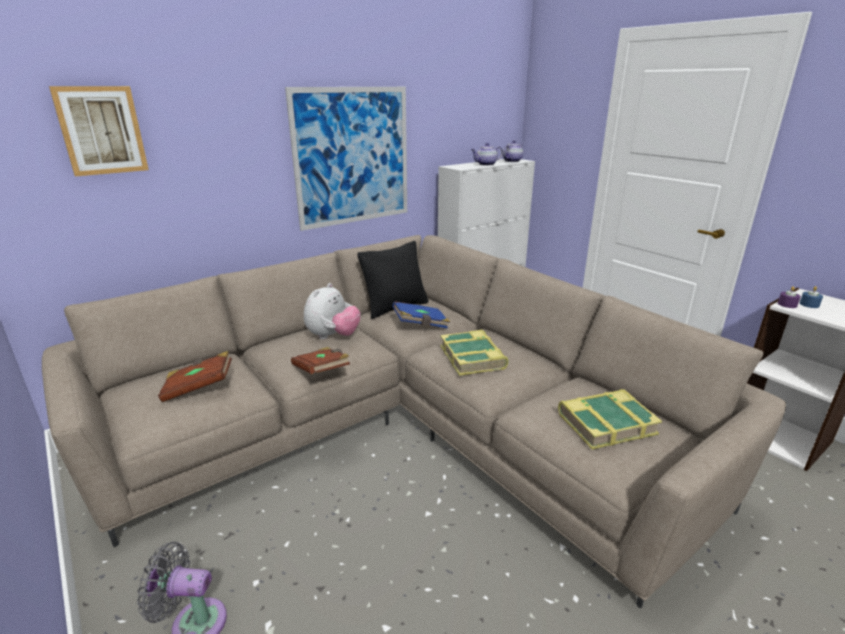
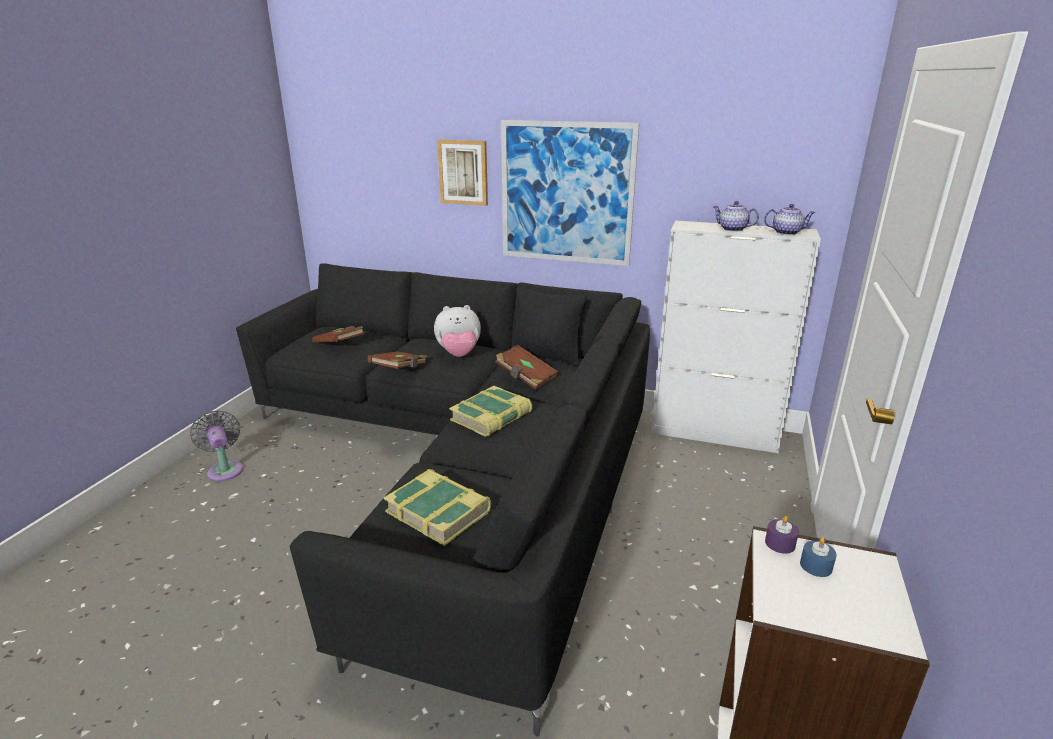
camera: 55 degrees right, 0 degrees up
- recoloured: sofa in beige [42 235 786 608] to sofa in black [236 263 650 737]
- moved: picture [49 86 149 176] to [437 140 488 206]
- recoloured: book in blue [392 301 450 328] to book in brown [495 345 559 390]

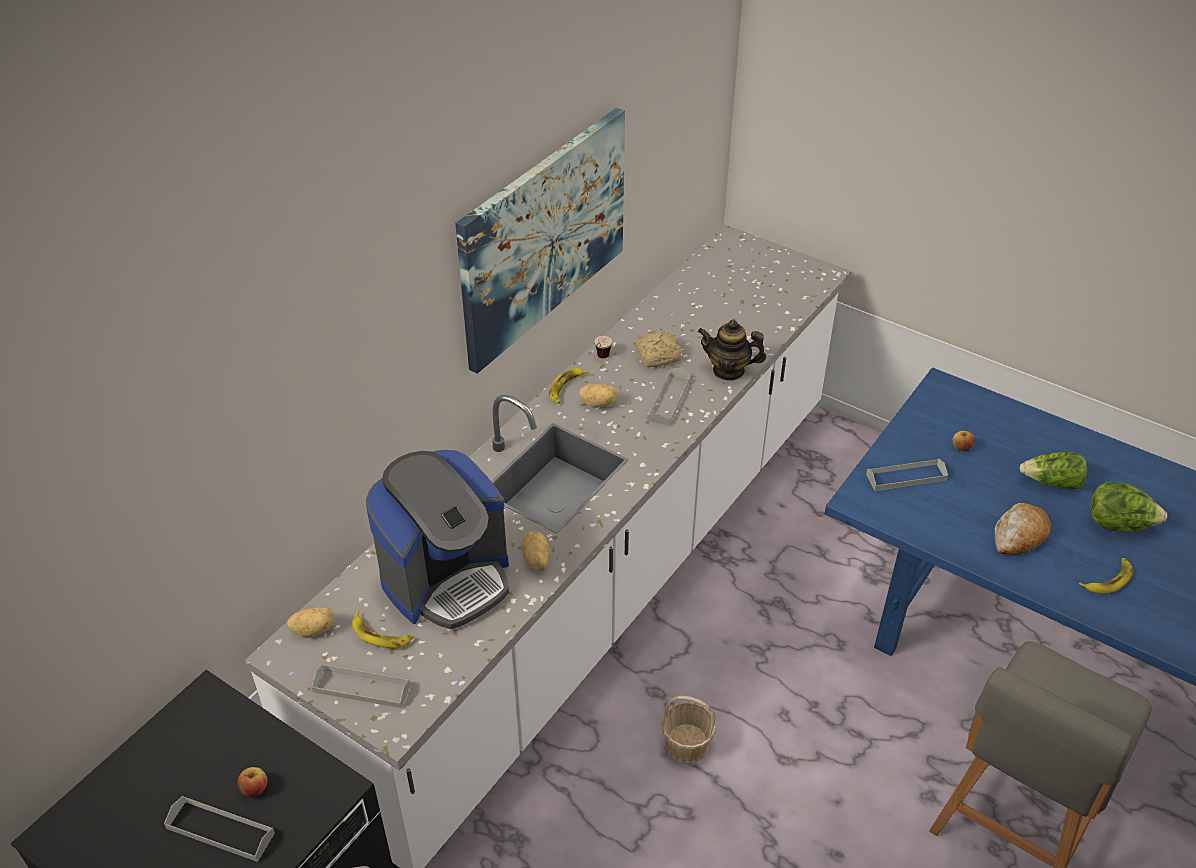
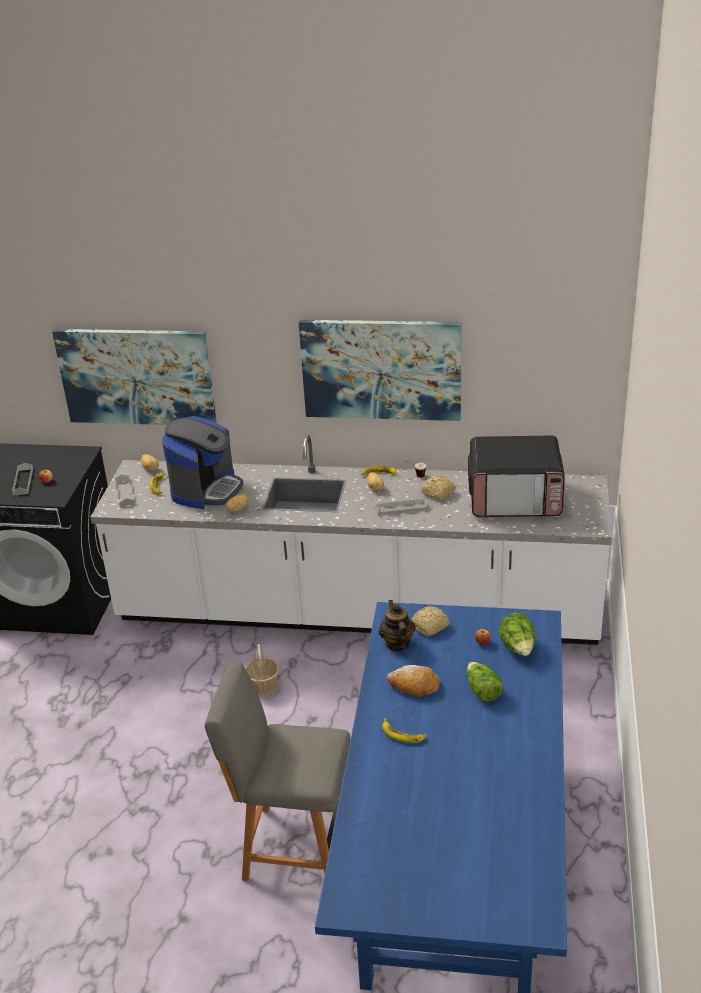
camera: 65 degrees right, 10 degrees down
- added: picture [52 329 217 425]
- turned: coffee machine [366 450 509 629] = [162 416 243 509] 90 degrees counterclockwise
- moved: teapot [698 320 766 381] to [379 600 415 651]
- replaced: tray in grey [866 459 948 491] to bread [411 606 449 636]
- added: microwave [468 436 565 517]
- moved: lettuce [1090 482 1167 532] to [499 612 535 656]

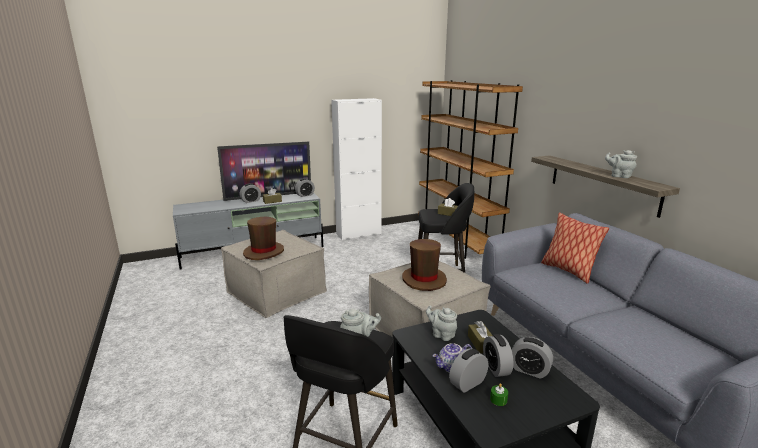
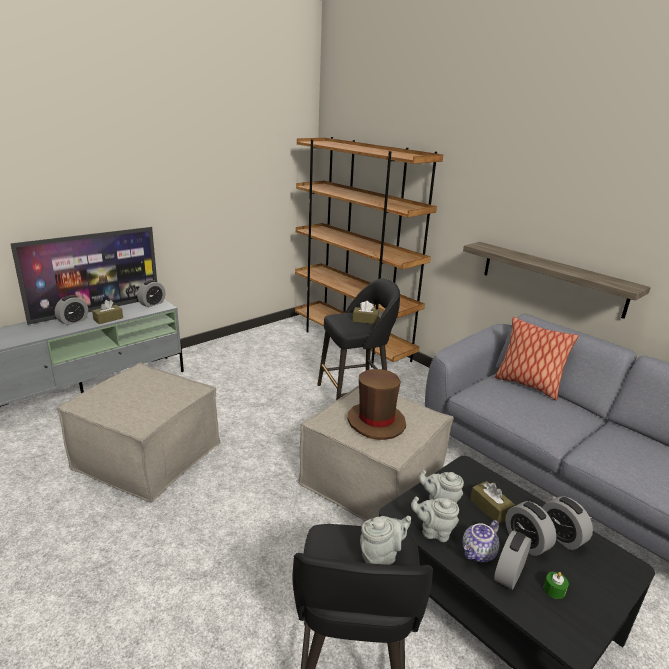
camera: 20 degrees left, 5 degrees up
- moved: teapot in grey [605 150 637 178] to [411 496 459 542]
- turned: alarm clock [512 337 553 379] = [542 496 593 550] 45 degrees clockwise
- removed: hat in brown [243 216 284 260]
- removed: cabinet in white [331 98 382 240]

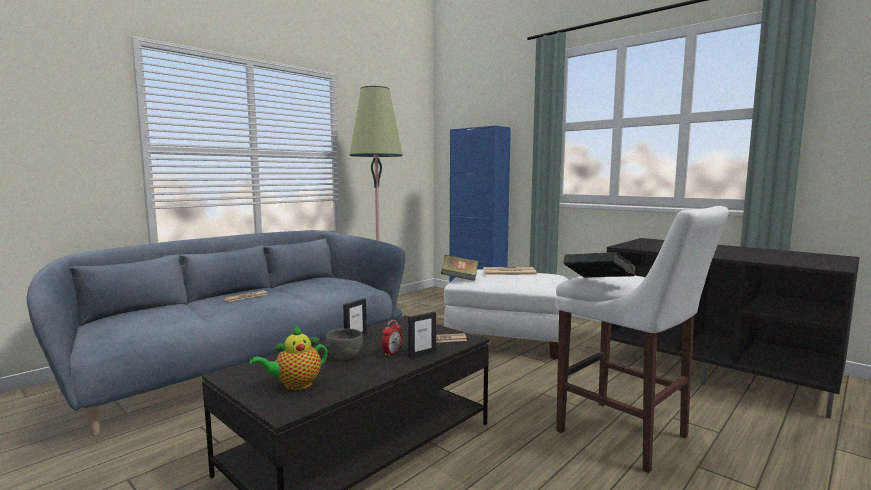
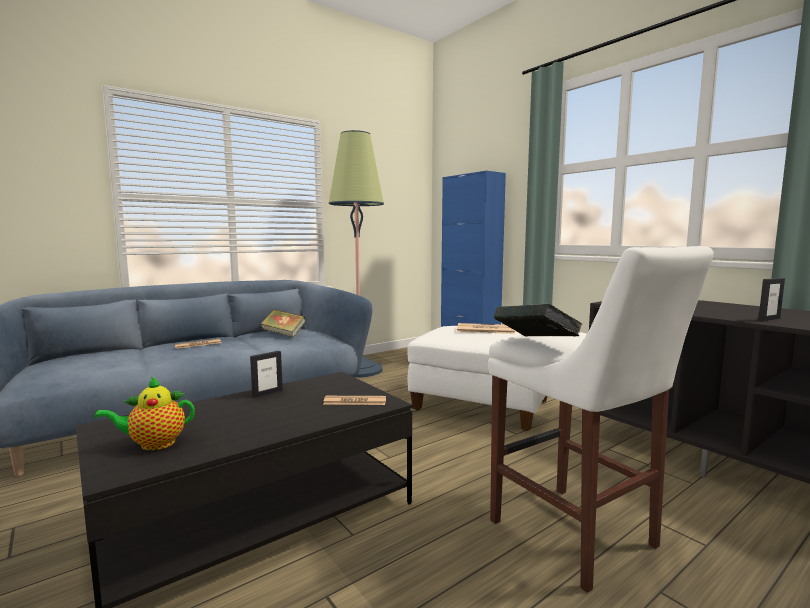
camera: 10 degrees right, 0 degrees up
- moved: book [441 255 478 281] to [261 309 306 337]
- moved: picture frame [408 312 436 358] to [758 278 785 321]
- removed: bowl in grey [325 328 363 359]
- removed: alarm clock [382 320 402 357]

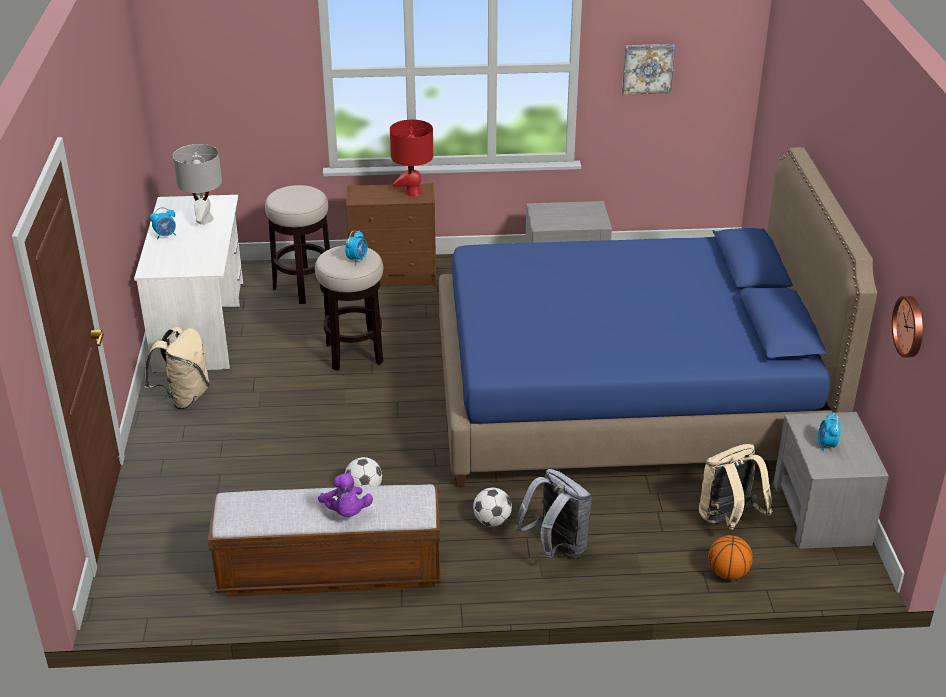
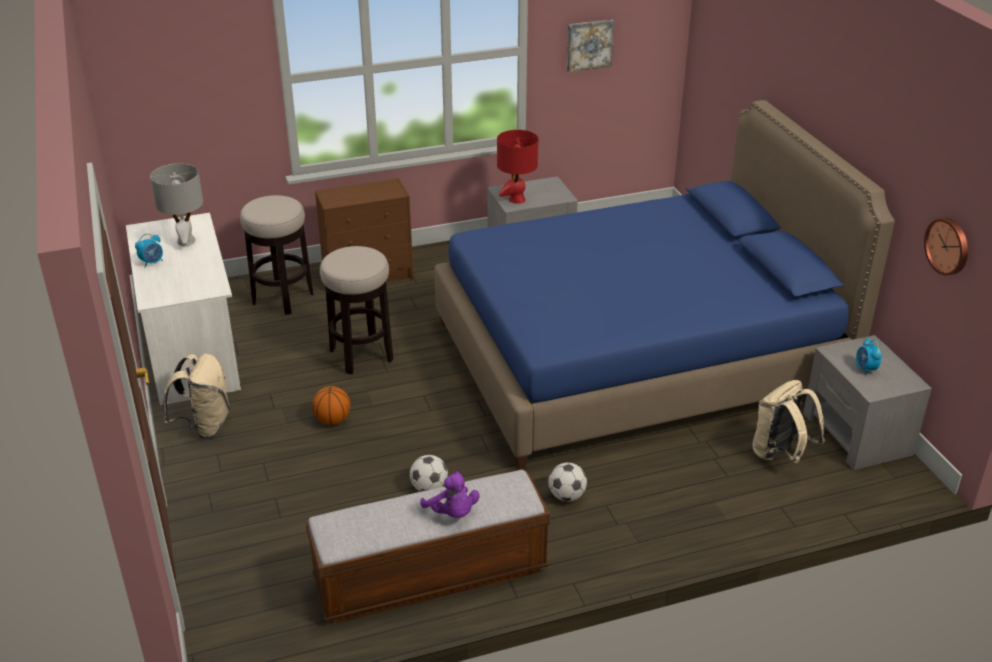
camera: 15 degrees left, 0 degrees up
- moved: basketball [708 535 753 580] to [312 386 351 425]
- moved: table lamp in red [390 119 433 197] to [497 130 539 204]
- removed: alarm clock [345 231 367 265]
- removed: backpack in grey [515 469 592 559]

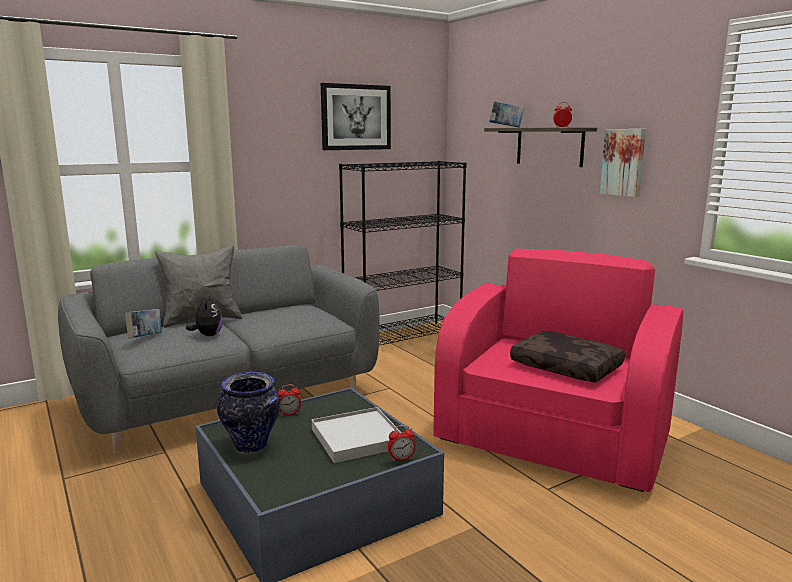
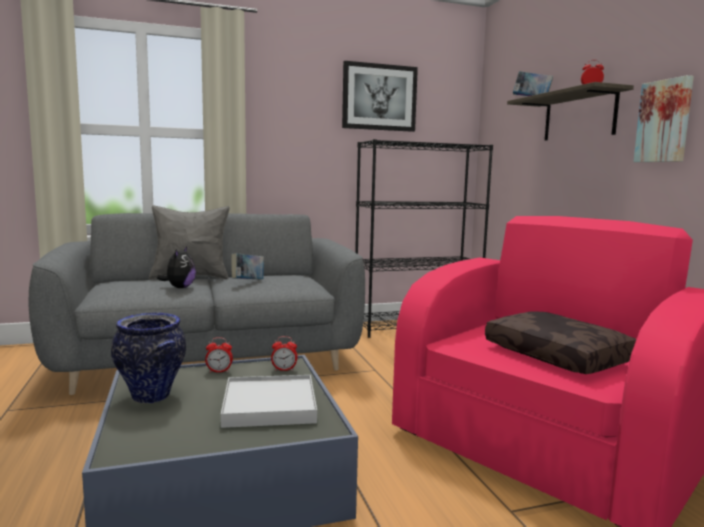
camera: 15 degrees right, 5 degrees down
- moved: book [125 309 162 338] to [231 253 264 279]
- moved: alarm clock [388 425 416 462] to [271 336 298 371]

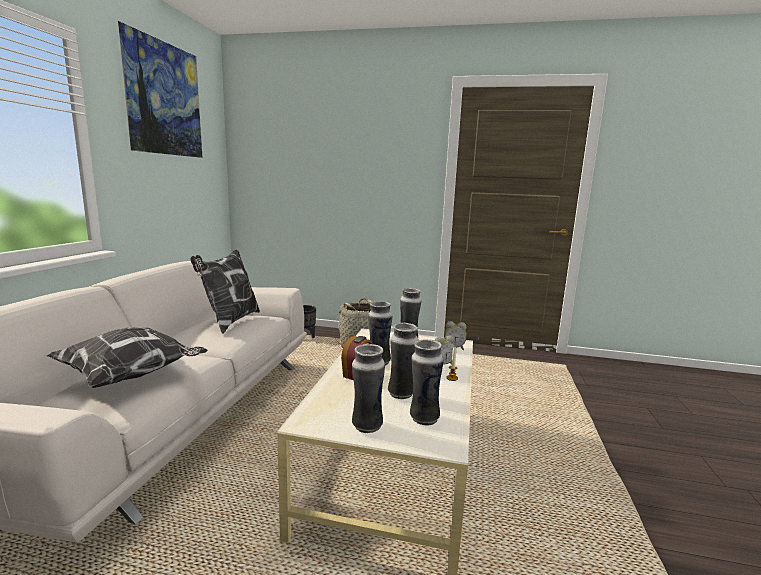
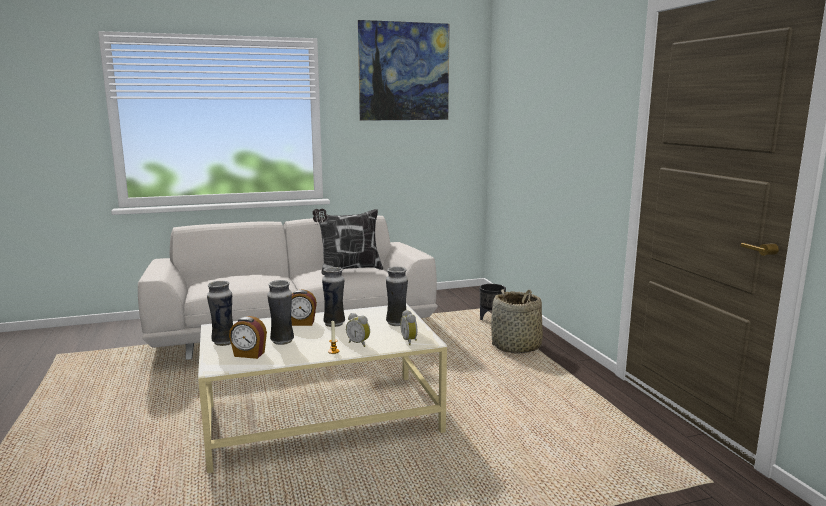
camera: 60 degrees right, 0 degrees up
- replaced: vase [410 339 444 426] to alarm clock [229 316 267 359]
- removed: pillow [47 327 208 388]

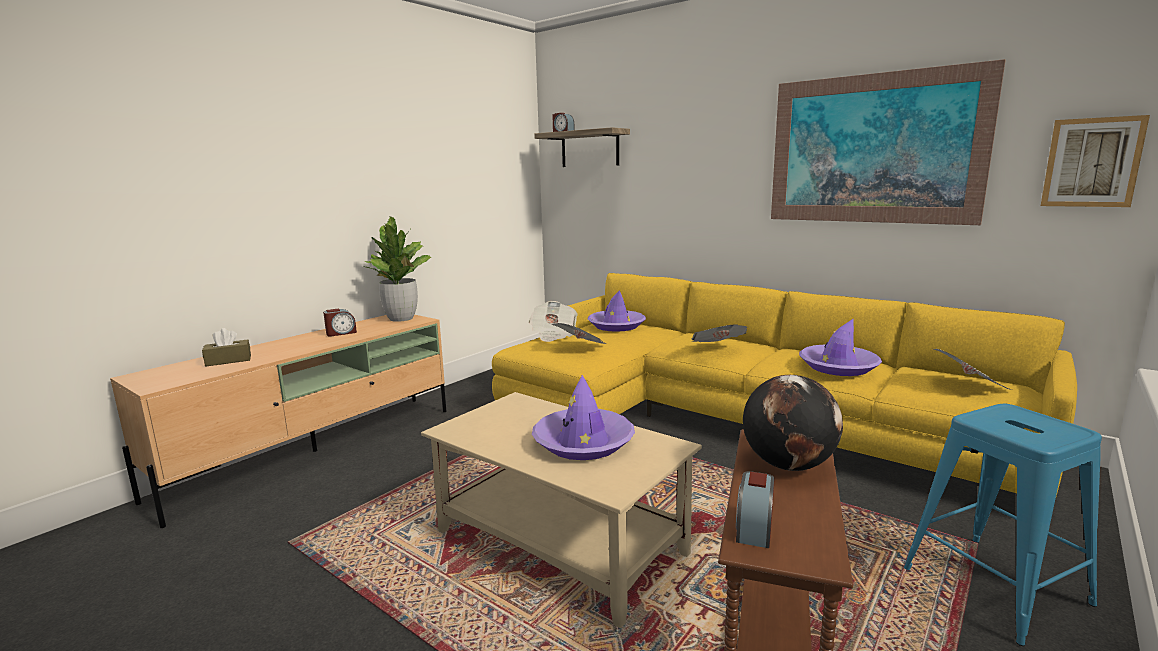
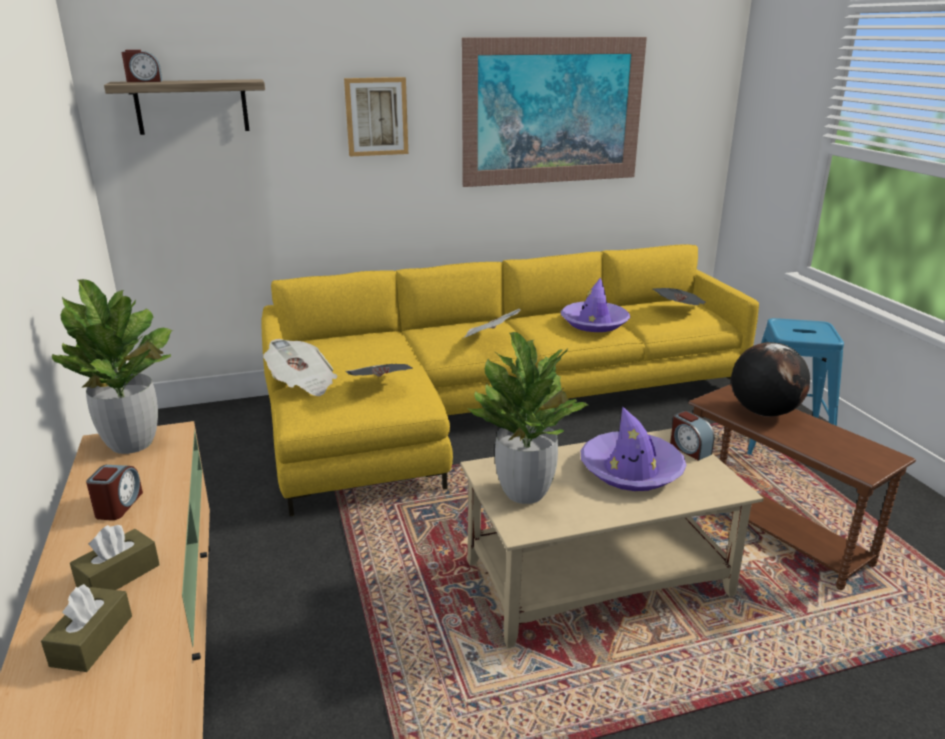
camera: 55 degrees left, 10 degrees up
- added: tissue box in brown [70 525 160 590]
- moved: picture [1041 115 1150 207] to [344 77 408 157]
- added: potted plant [467 332 588 504]
- moved: alarm clock [736 471 775 548] to [670 411 714 461]
- removed: hat in purple [588 290 646 332]

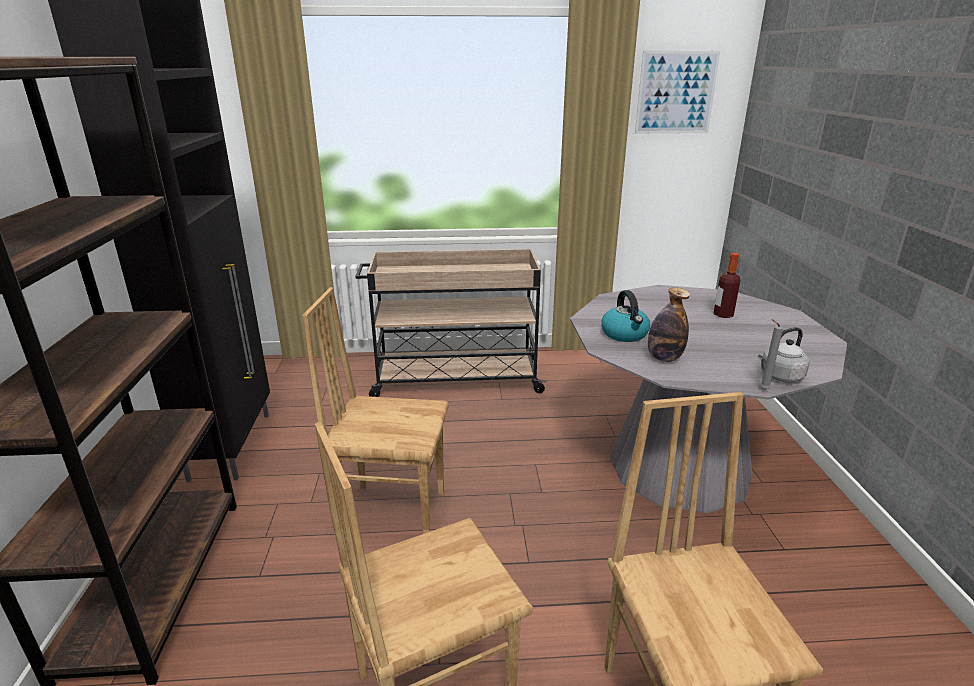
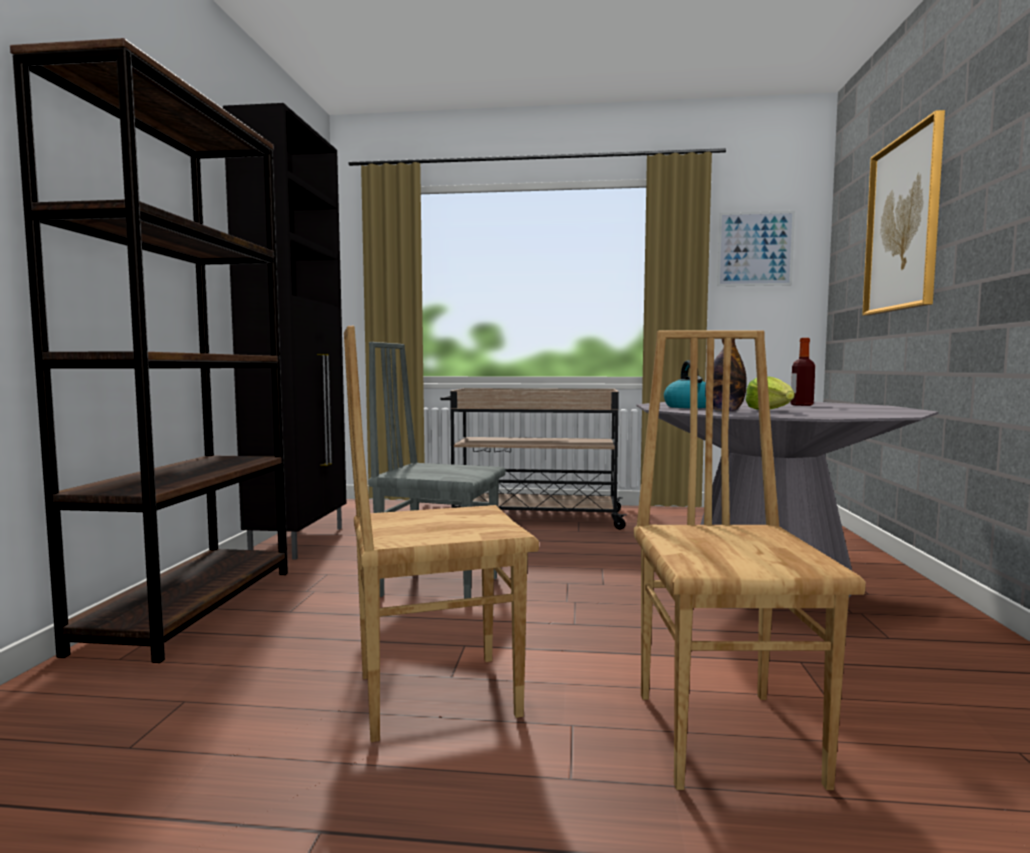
camera: 10 degrees right, 20 degrees down
- recoloured: chair in brown [302 287 449 534] to chair in grey [369 342 506 599]
- added: lettuce [746 376 795 410]
- added: picture [862 110 945 316]
- removed: kettle in grey [758 327 810 382]
- removed: candle in grey [760 319 783 390]

